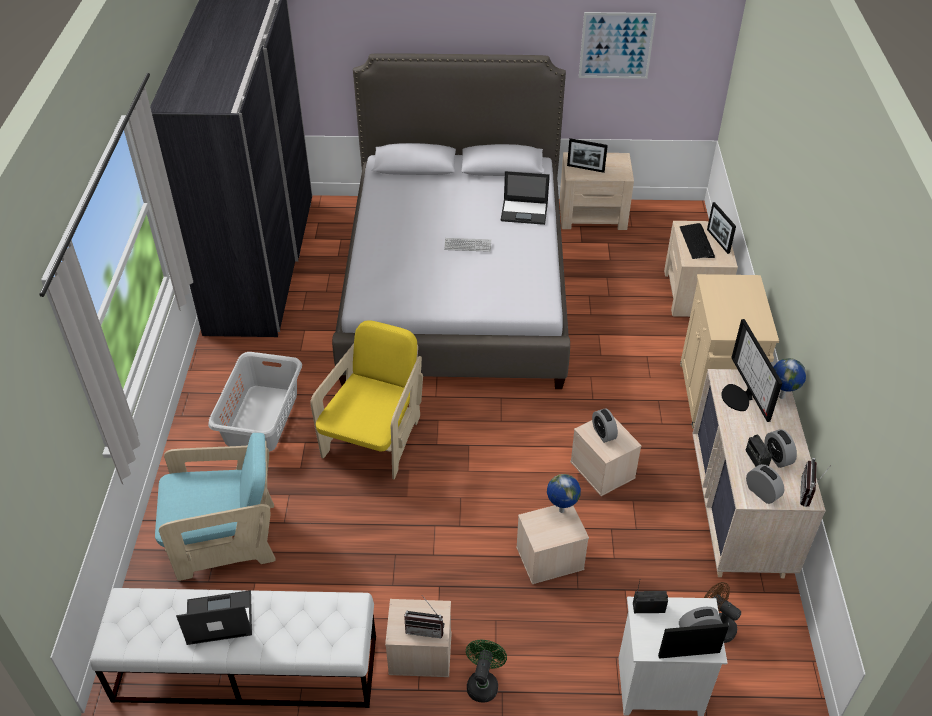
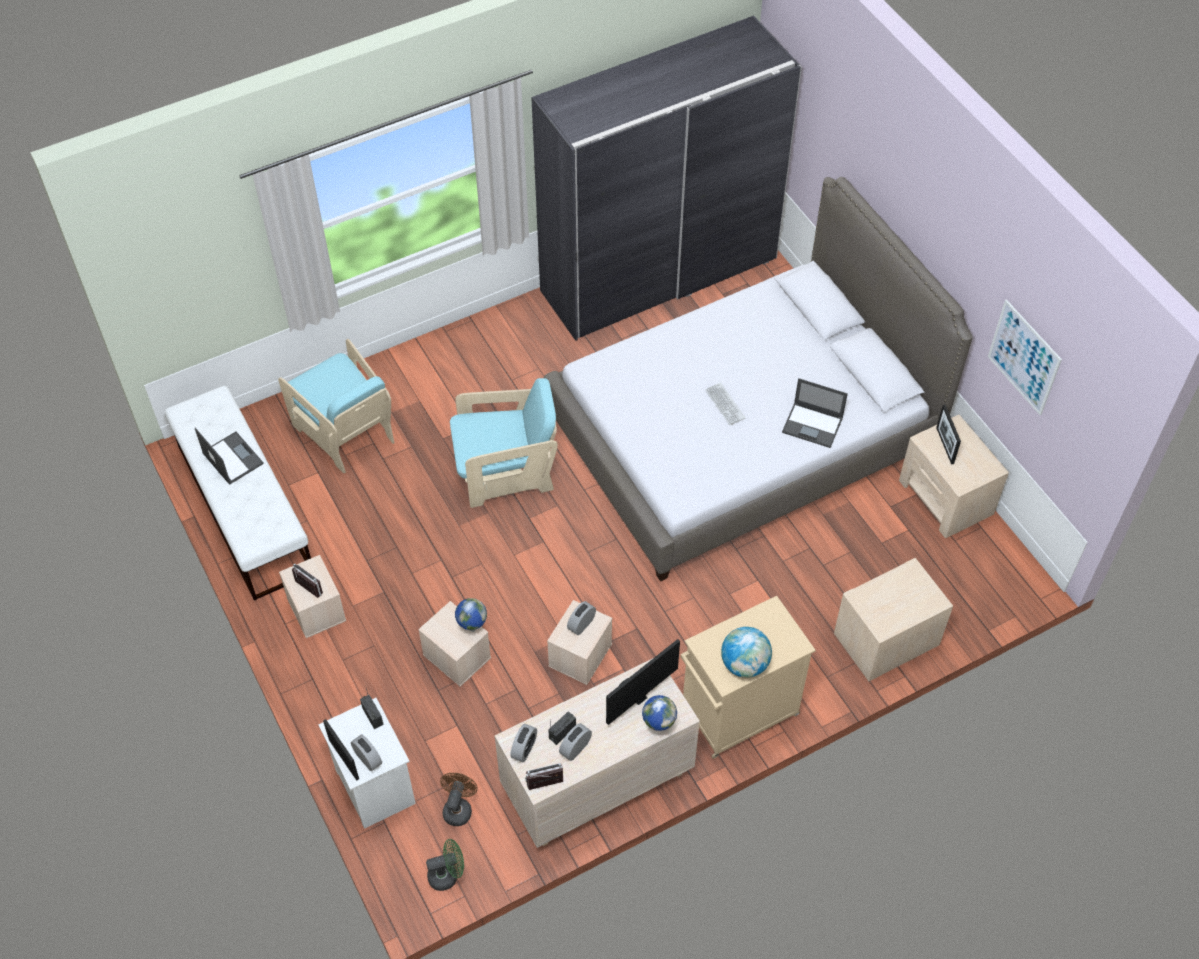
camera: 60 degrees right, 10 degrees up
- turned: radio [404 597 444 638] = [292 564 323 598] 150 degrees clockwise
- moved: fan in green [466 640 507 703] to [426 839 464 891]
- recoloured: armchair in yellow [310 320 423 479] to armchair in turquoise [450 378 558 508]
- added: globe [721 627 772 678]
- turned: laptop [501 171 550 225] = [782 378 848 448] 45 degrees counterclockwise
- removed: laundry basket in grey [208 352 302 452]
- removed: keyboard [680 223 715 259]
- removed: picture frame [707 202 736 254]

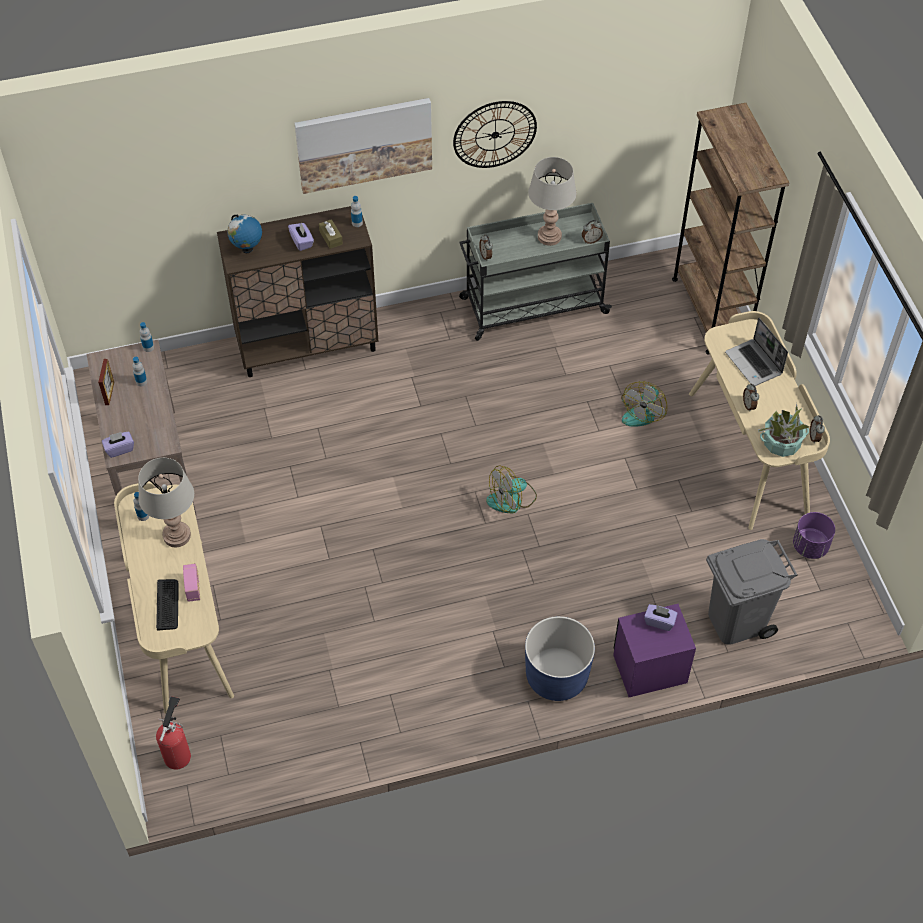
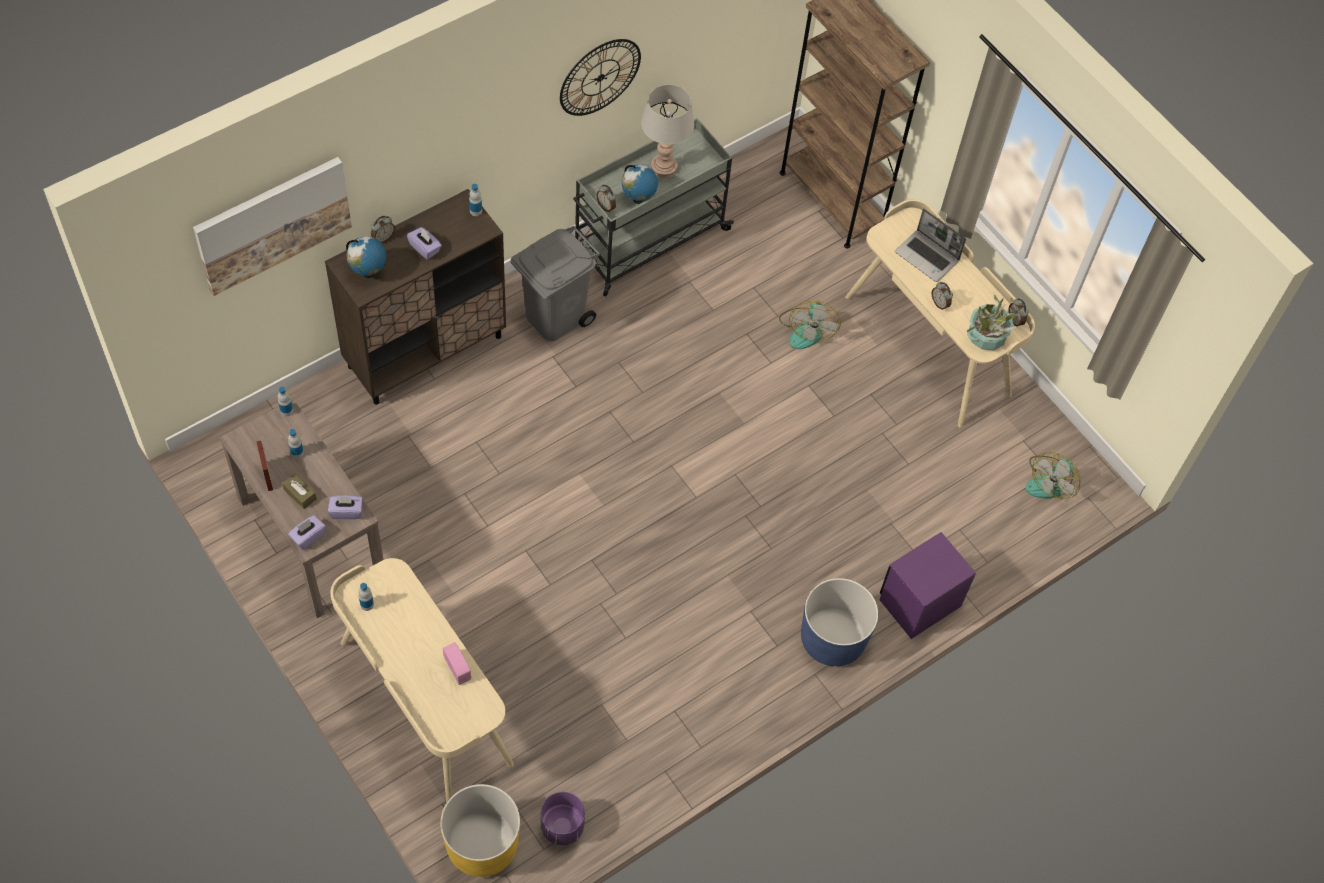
camera: 25 degrees left, 5 degrees up
- moved: picture [294 98 432 194] to [193 157 352 296]
- moved: tissue box in brown [319 219 343 249] to [282 473 317 509]
- moved: tissue box in purple [644 604 678 631] to [328 496 363 519]
- moved: alarm clock [582 220 603 244] to [371 216 395 243]
- replaced: fire extinguisher [156 696 191 770] to planter in yellow [440 784 520 877]
- moved: trash can in grey [706 539 798 645] to [510 226 600 342]
- moved: planter in purple [793 512 835 559] to [541 792 585 845]
- added: globe [622 165 658 204]
- moved: fan [486 466 537 514] to [1025 452 1081 499]
- removed: table lamp in grey [138 458 194 547]
- removed: keyboard [156 579 179 630]

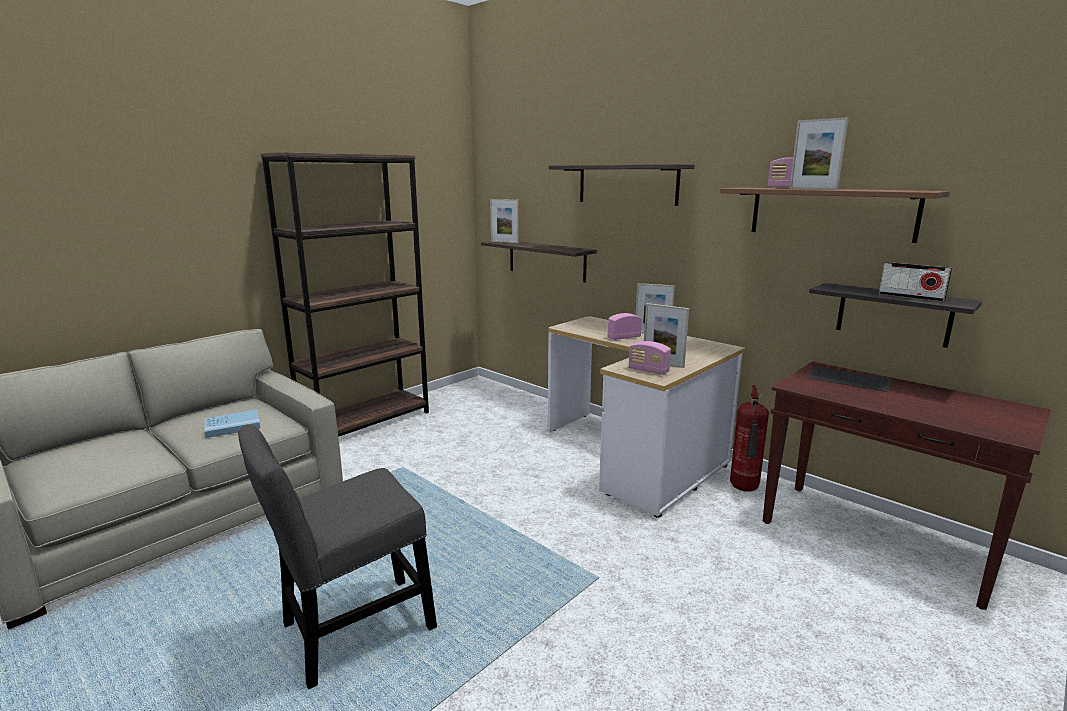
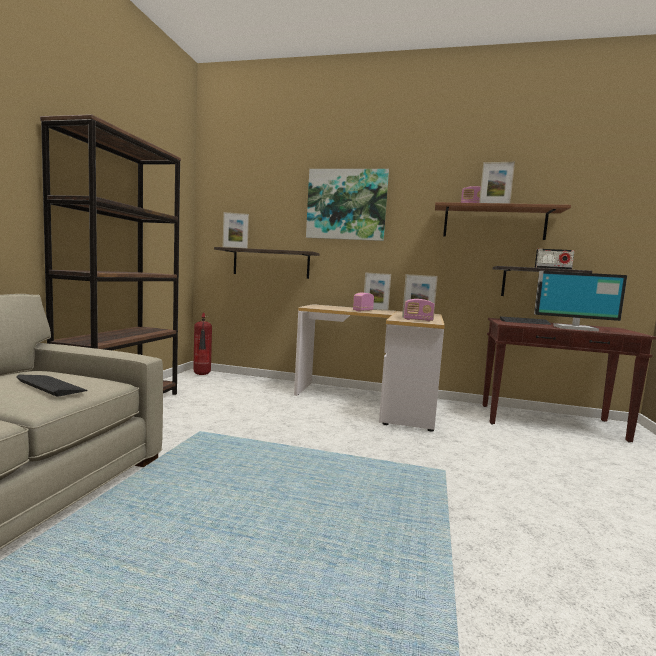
camera: 30 degrees left, 10 degrees down
- replaced: book in blue [204 410 260 438] to keyboard [16 375 88 397]
- moved: fire extinguisher [730 385 769 492] to [193 313 212 375]
- replaced: shelf [549 164 694 206] to picture [306 169 389 241]
- added: monitor [534 271 627 331]
- removed: chair in grey [238 424 437 689]

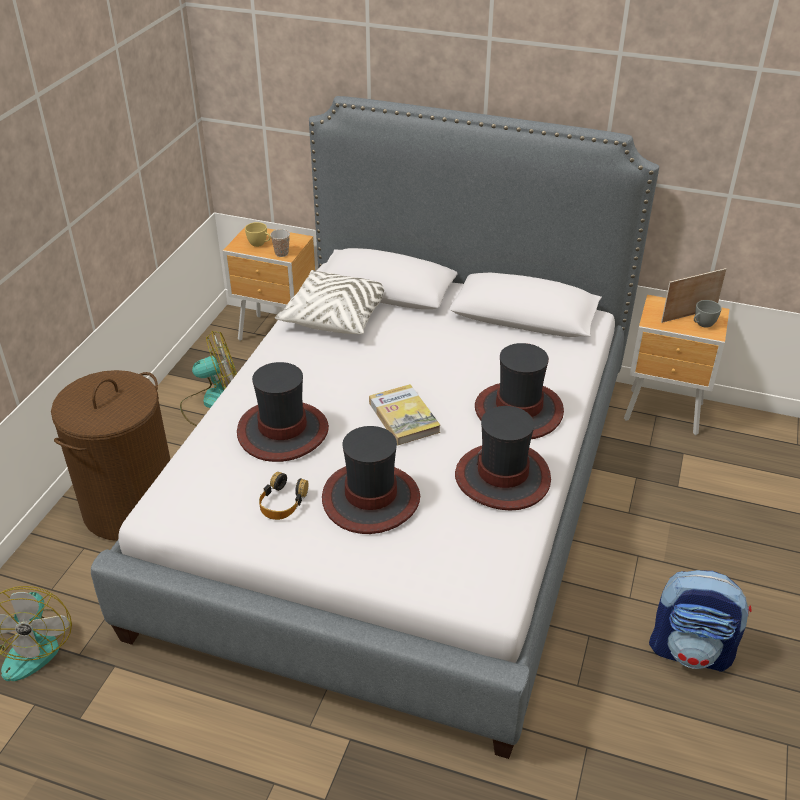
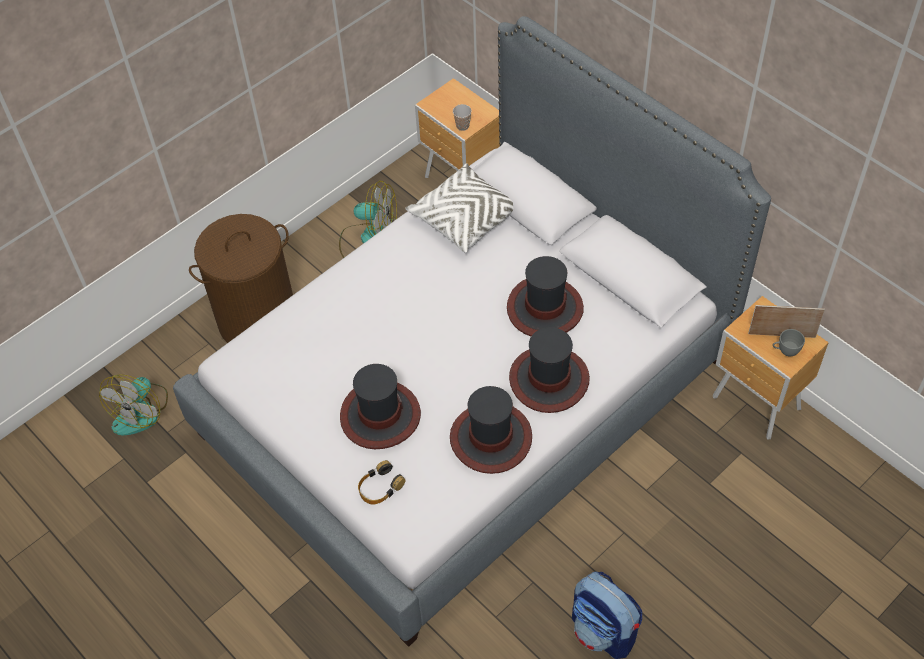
camera: 30 degrees right, 15 degrees up
- moved: headphones [259 472 308 520] to [358 460 406 505]
- moved: hat [237 362 329 462] to [507 256 584 336]
- removed: cup in yellow [245 222 271 247]
- removed: book [369 384 441 445]

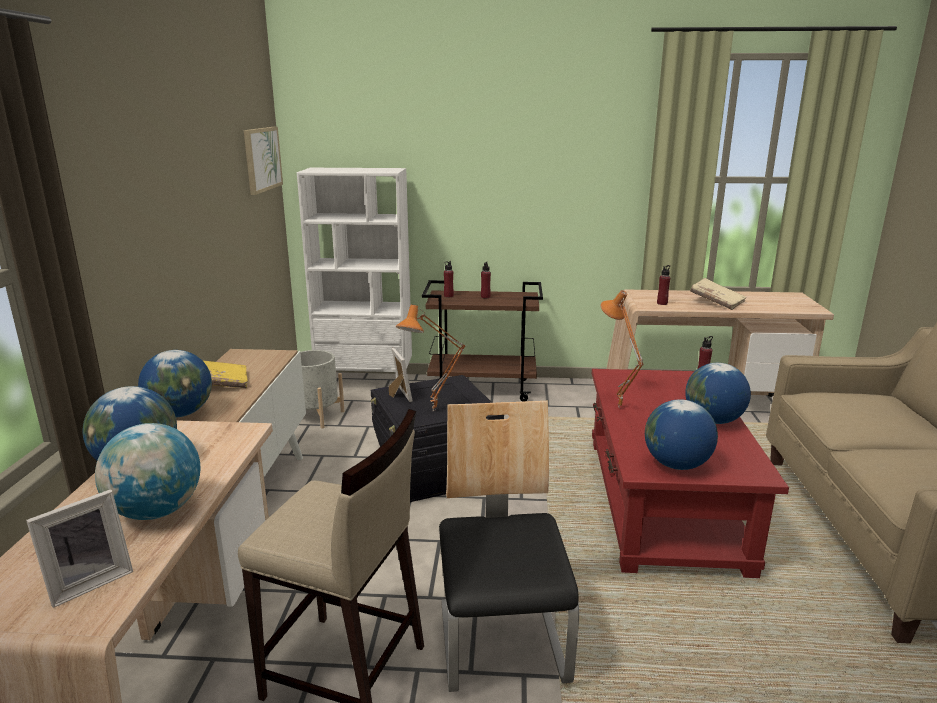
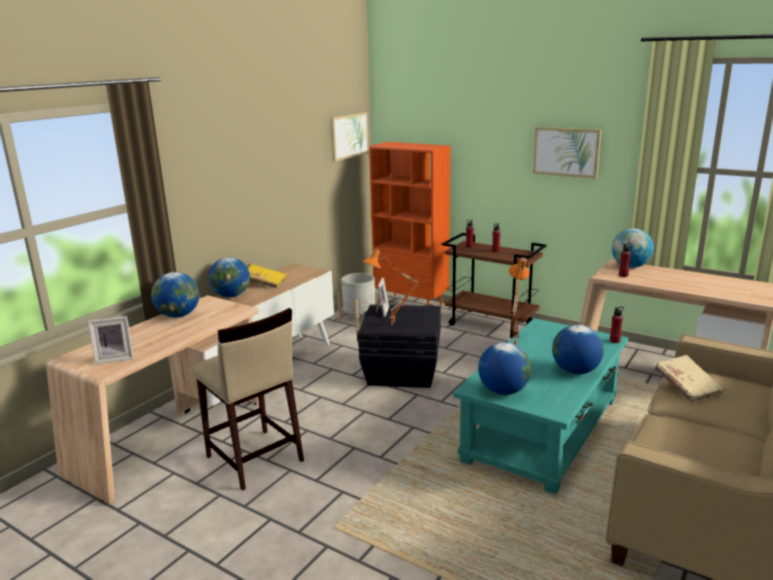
camera: 30 degrees right, 0 degrees up
- recoloured: bookcase in white [297 168 412 378] to bookcase in orange [369 142 450 306]
- recoloured: coffee table in red [592 369 789 578] to coffee table in turquoise [453 318 628 494]
- added: picture [533 127 601 179]
- moved: globe [95 423 201 520] to [612 229 654 268]
- moved: book in beige [690 278 746 310] to [655 355 724 402]
- removed: chair [439 401 579 692]

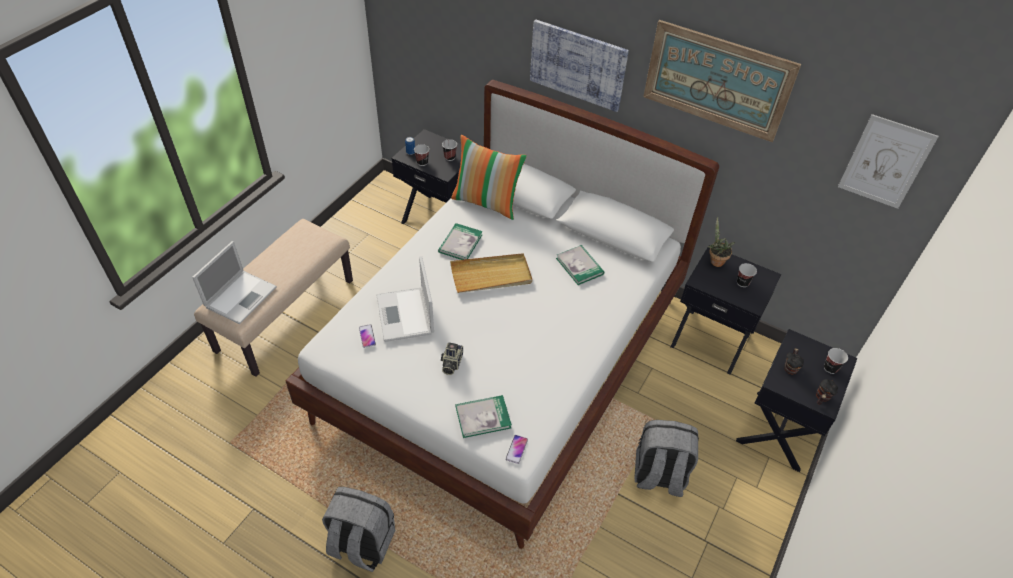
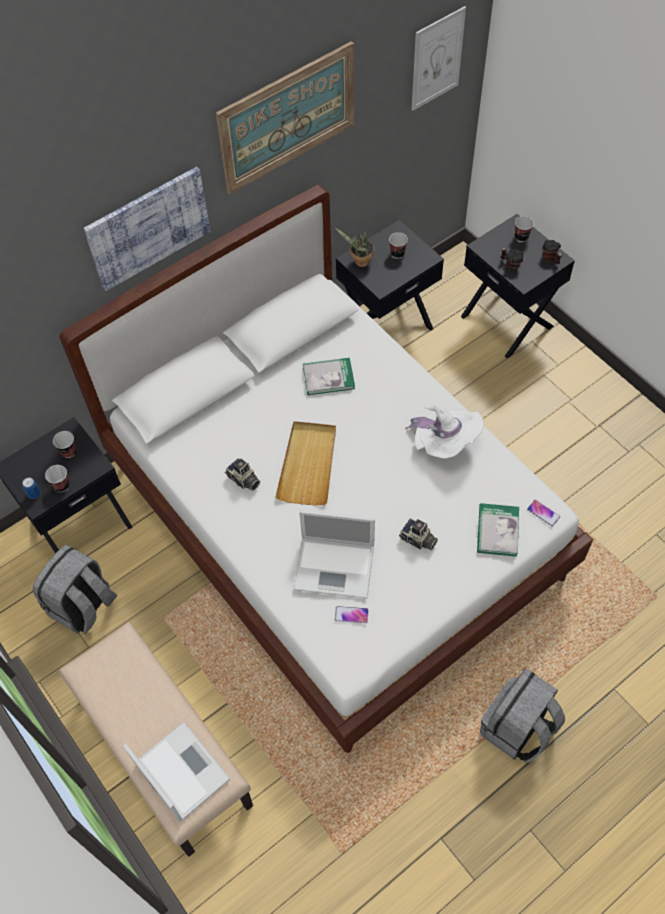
camera: 65 degrees left, 10 degrees up
- moved: backpack in grey [634 420 699 497] to [33 545 117 634]
- replaced: book [438 223 483 260] to photo camera [225 458 260 491]
- added: hat in white [405 405 484 459]
- removed: pillow [451 135 527 220]

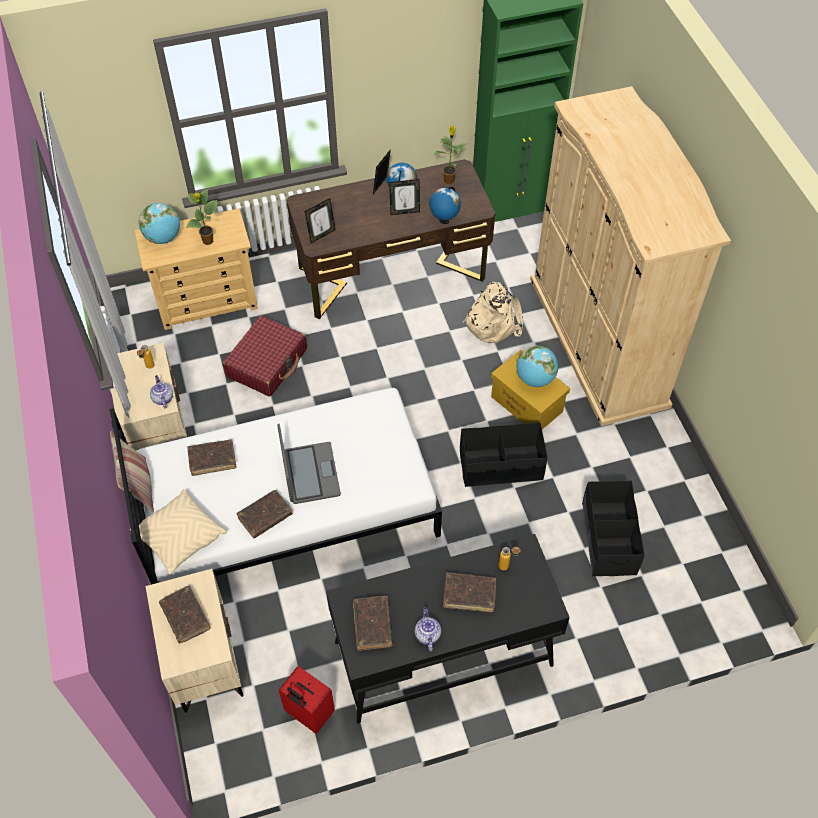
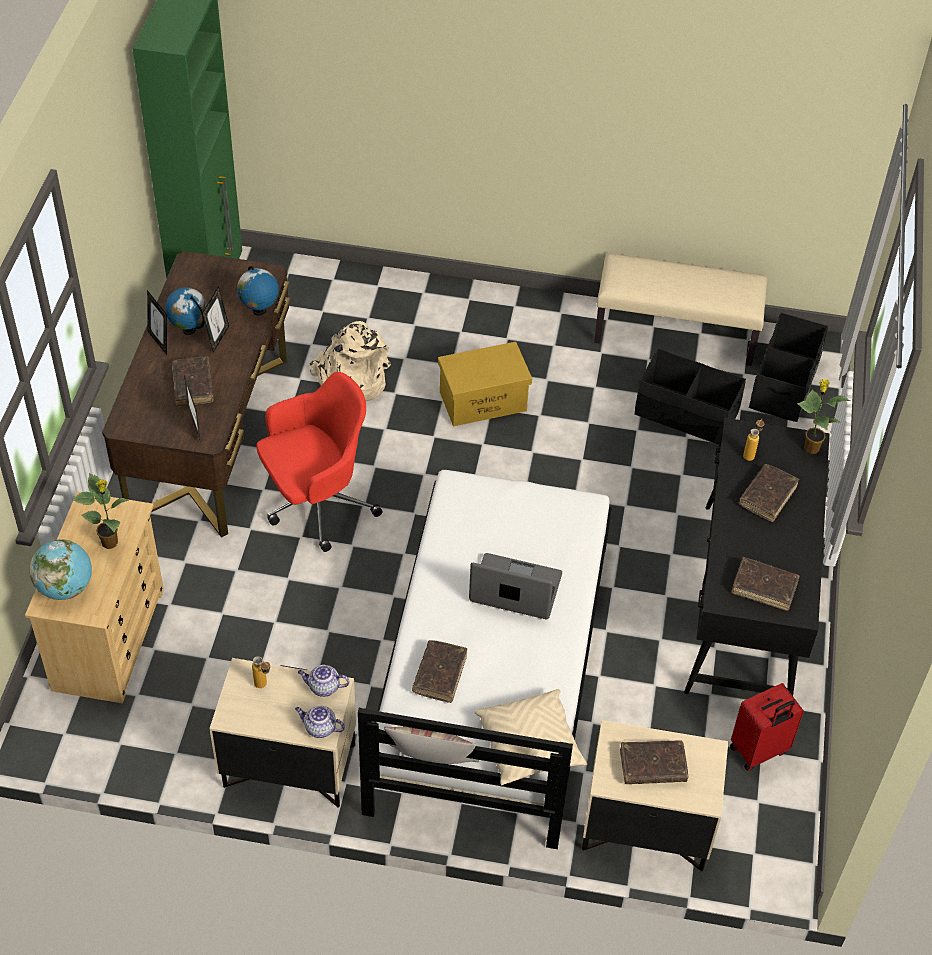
camera: 65 degrees left, 5 degrees down
- moved: book in brown [236 490 292 538] to [172 357 214 407]
- added: office chair in red [256 372 383 552]
- moved: teapot [415 607 441 651] to [295 706 345 738]
- added: bench in beige [594 254 768 366]
- moved: storage box in black [460 422 548 487] to [749 313 828 422]
- moved: potted plant [433 126 467 184] to [797 379 850 454]
- removed: suitcase in red [223 316 307 397]
- removed: globe [516 346 558 387]
- removed: wardrobe in beige [530 86 731 426]

